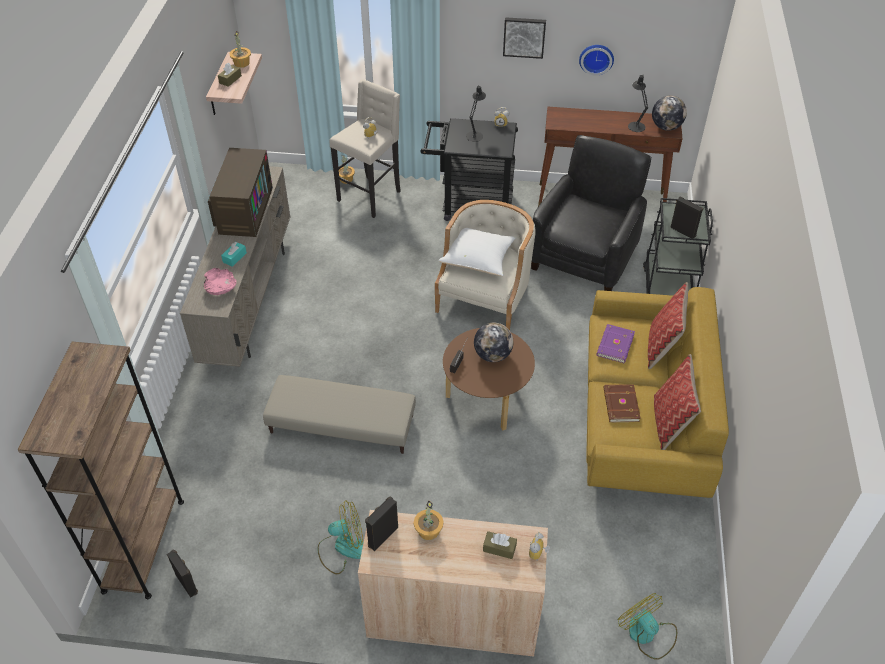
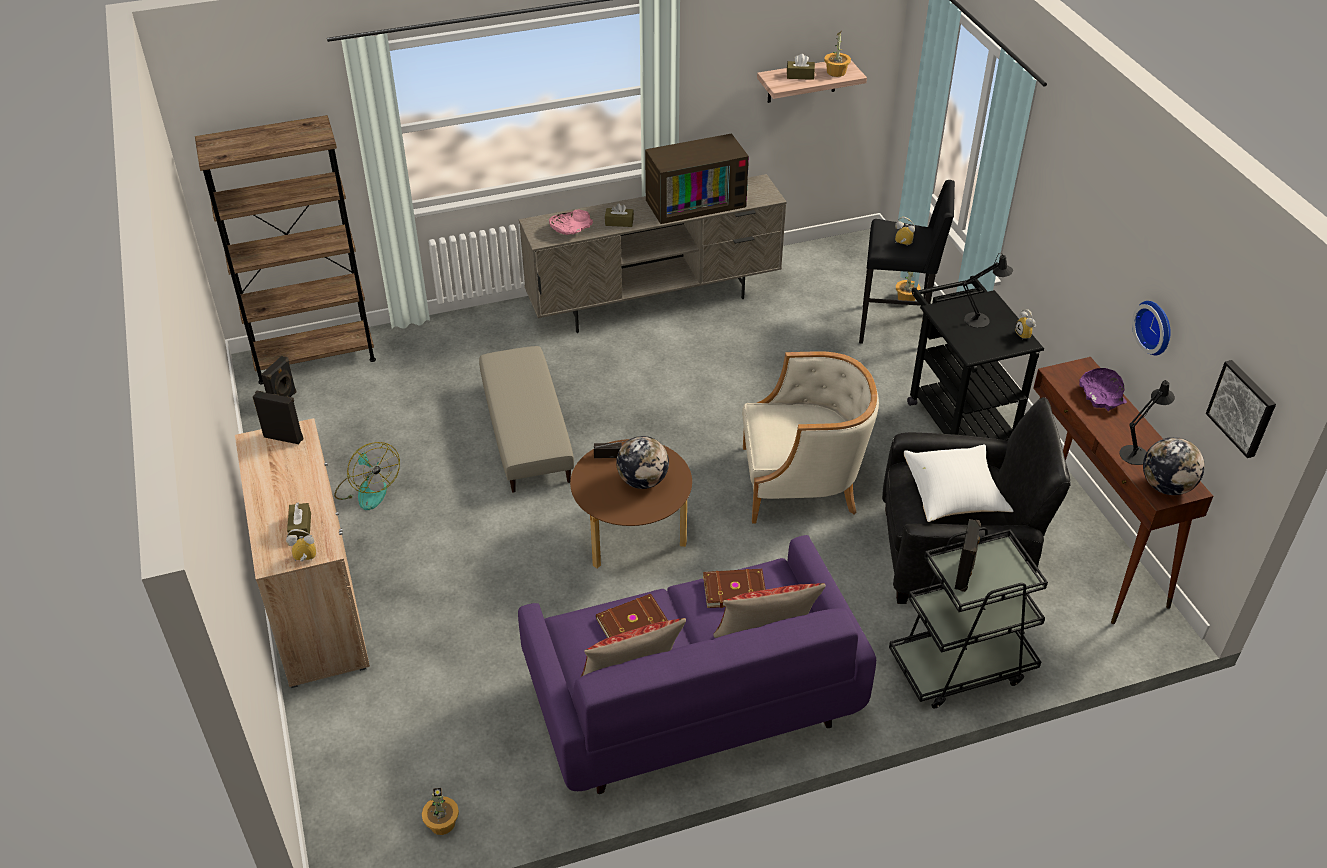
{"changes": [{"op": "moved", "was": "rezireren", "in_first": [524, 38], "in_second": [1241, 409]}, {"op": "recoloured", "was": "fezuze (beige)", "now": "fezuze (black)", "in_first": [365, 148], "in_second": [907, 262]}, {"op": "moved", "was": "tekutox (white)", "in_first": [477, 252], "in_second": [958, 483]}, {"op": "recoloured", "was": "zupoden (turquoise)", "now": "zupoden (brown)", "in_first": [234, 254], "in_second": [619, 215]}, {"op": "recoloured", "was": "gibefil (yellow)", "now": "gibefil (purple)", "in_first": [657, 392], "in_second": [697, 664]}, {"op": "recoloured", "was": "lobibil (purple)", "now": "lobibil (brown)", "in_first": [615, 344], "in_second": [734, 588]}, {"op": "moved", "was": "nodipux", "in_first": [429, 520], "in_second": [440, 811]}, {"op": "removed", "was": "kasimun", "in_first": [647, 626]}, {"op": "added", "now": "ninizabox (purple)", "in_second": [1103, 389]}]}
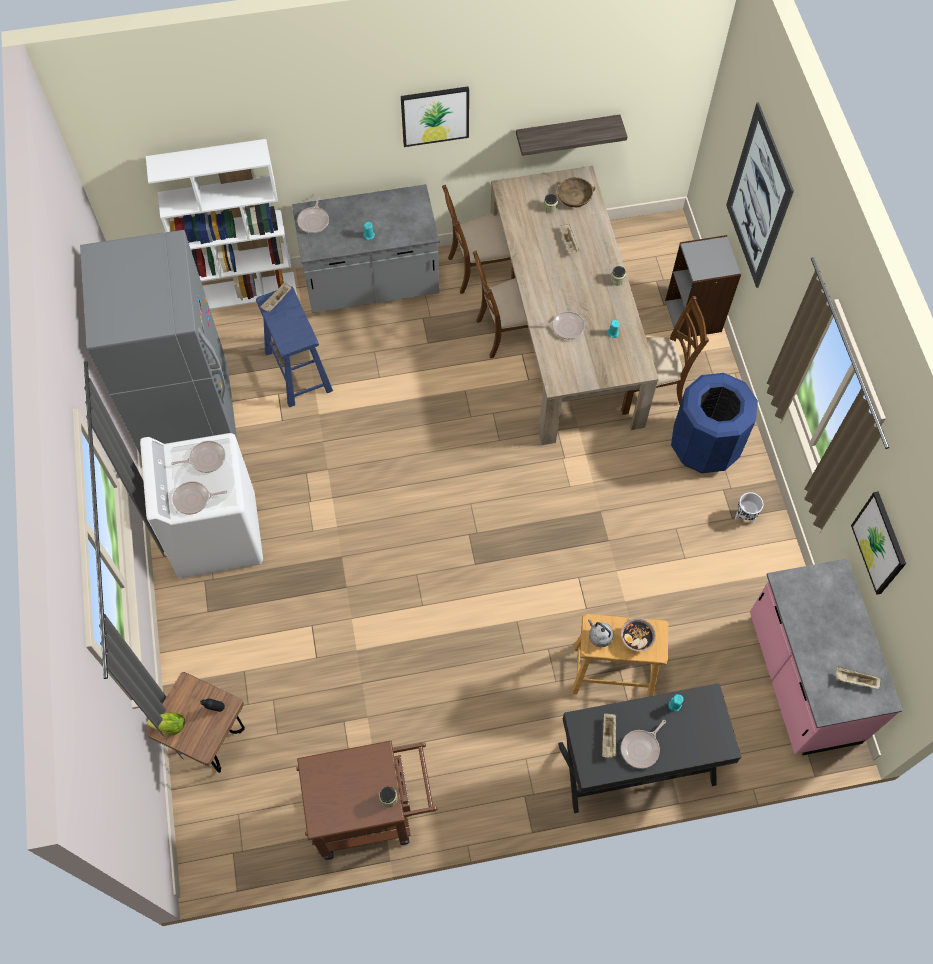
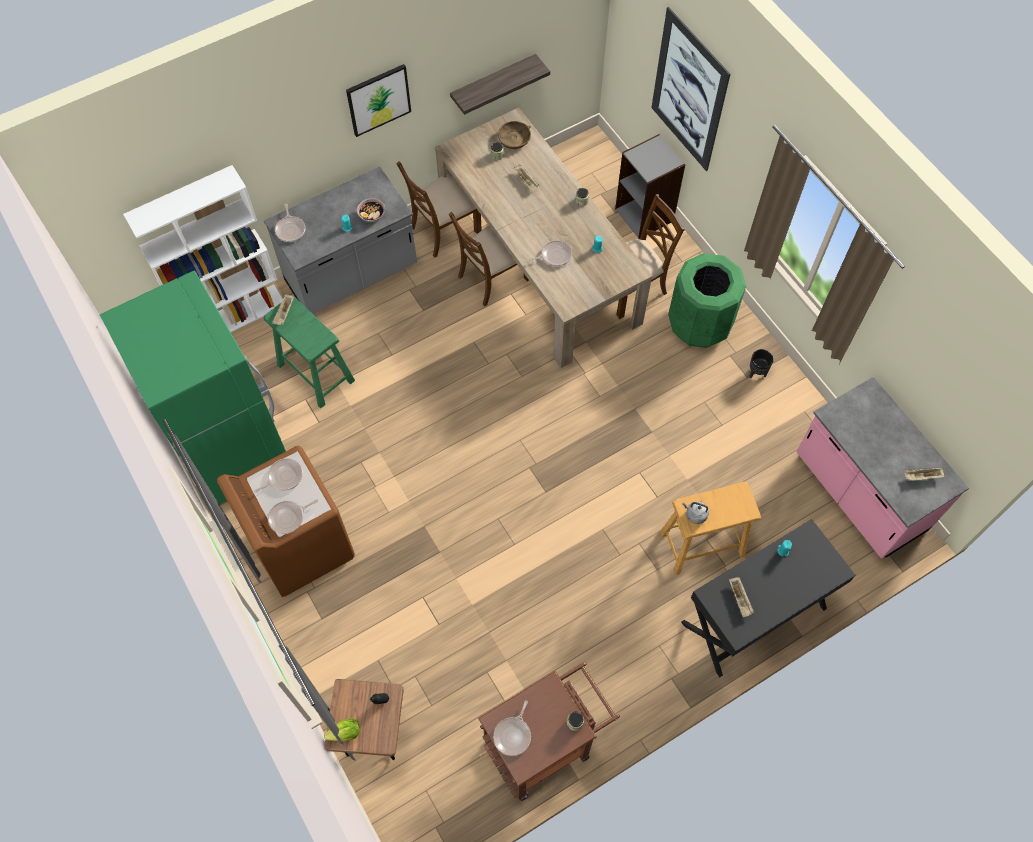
{"changes": [{"op": "recoloured", "was": "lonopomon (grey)", "now": "lonopomon (green)", "in_first": [158, 342], "in_second": [193, 388]}, {"op": "recoloured", "was": "fezuze (blue)", "now": "fezuze (green)", "in_first": [294, 346], "in_second": [309, 352]}, {"op": "recoloured", "was": "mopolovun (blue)", "now": "mopolovun (green)", "in_first": [714, 423], "in_second": [707, 300]}, {"op": "recoloured", "was": "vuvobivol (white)", "now": "vuvobivol (brown)", "in_first": [201, 505], "in_second": [286, 521]}, {"op": "removed", "was": "rezireren", "in_first": [878, 543]}, {"op": "recoloured", "was": "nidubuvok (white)", "now": "nidubuvok (black)", "in_first": [749, 508], "in_second": [761, 363]}, {"op": "moved", "was": "ninizabox", "in_first": [638, 634], "in_second": [371, 210]}, {"op": "moved", "was": "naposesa", "in_first": [643, 744], "in_second": [512, 728]}]}
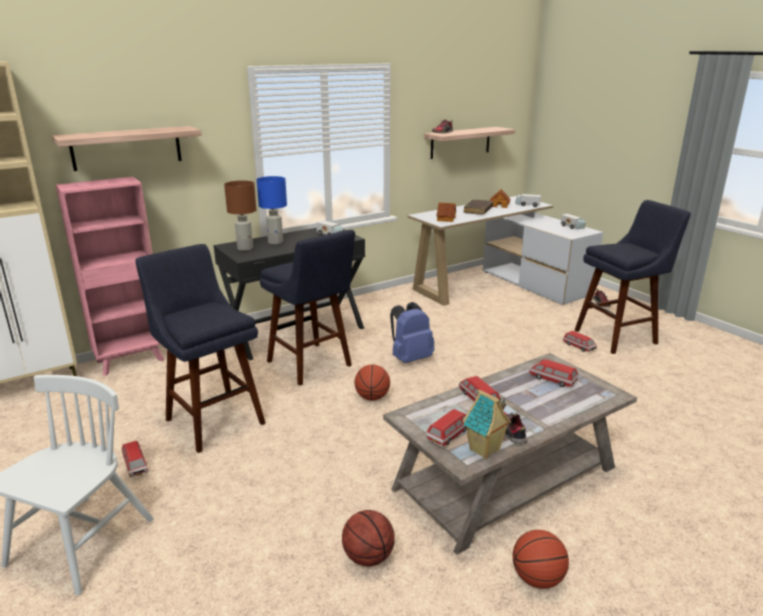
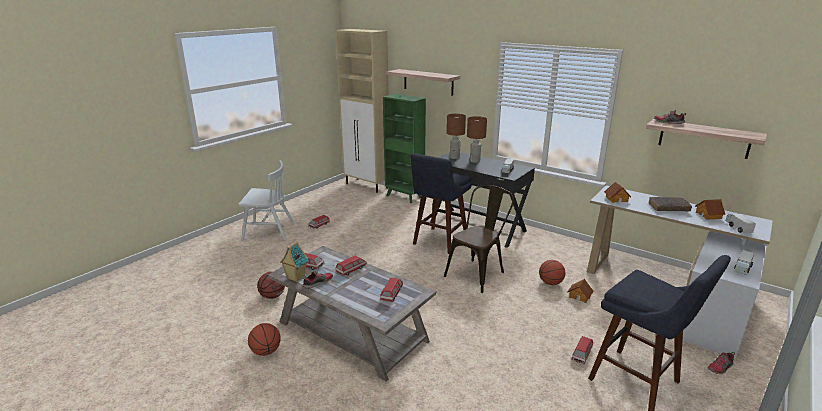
{"changes": [{"op": "recoloured", "was": "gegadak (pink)", "now": "gegadak (green)", "in_first": [110, 276], "in_second": [404, 148]}, {"op": "recoloured", "was": "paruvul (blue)", "now": "paruvul (brown)", "in_first": [272, 210], "in_second": [477, 139]}, {"op": "removed", "was": "fezuze (blue)", "in_first": [200, 348]}, {"op": "replaced", "was": "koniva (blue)", "now": "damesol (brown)", "in_first": [412, 332], "in_second": [479, 239]}, {"op": "moved", "was": "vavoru", "in_first": [372, 382], "in_second": [552, 272]}, {"op": "added", "now": "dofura", "in_second": [580, 291]}]}
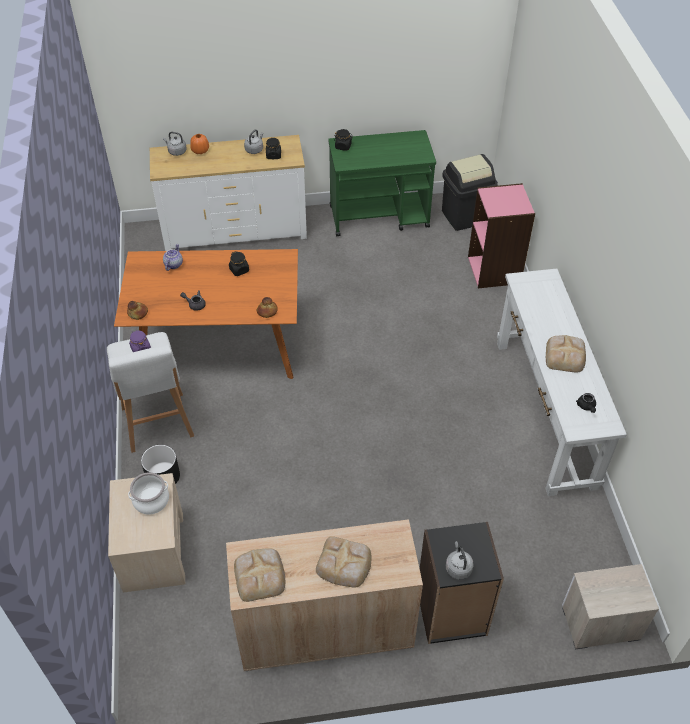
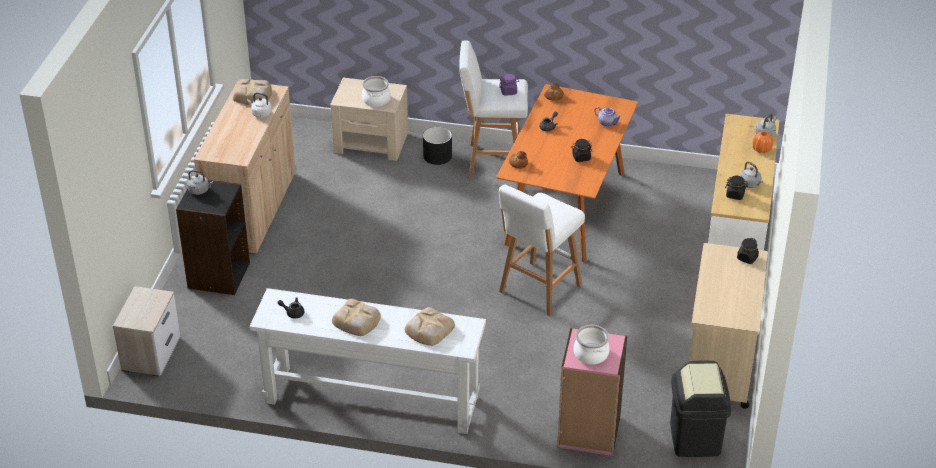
{"changes": [{"op": "recoloured", "was": "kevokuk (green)", "now": "kevokuk (beige)", "in_first": [382, 183], "in_second": [728, 326]}, {"op": "moved", "was": "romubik", "in_first": [343, 561], "in_second": [430, 326]}, {"op": "added", "now": "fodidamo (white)", "in_second": [259, 105]}, {"op": "added", "now": "fezuze (white)", "in_second": [542, 251]}, {"op": "added", "now": "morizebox", "in_second": [592, 345]}]}
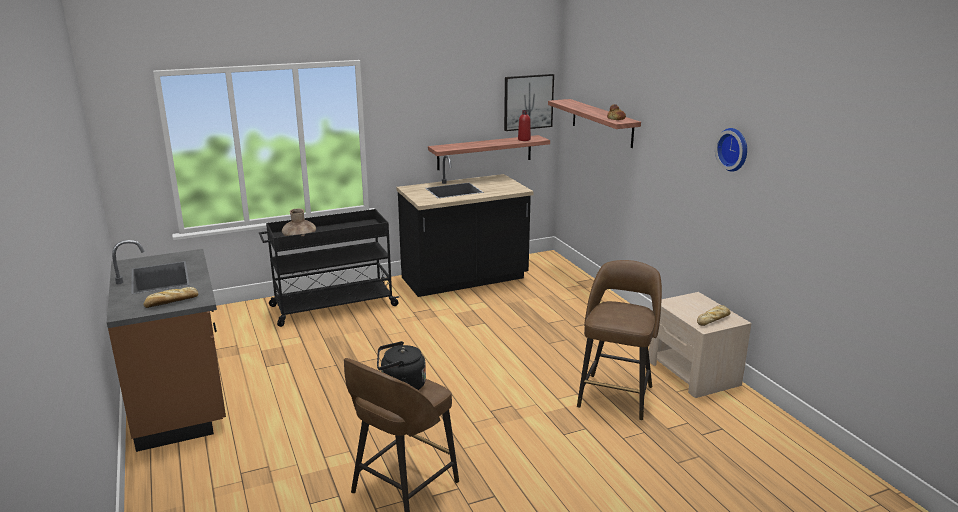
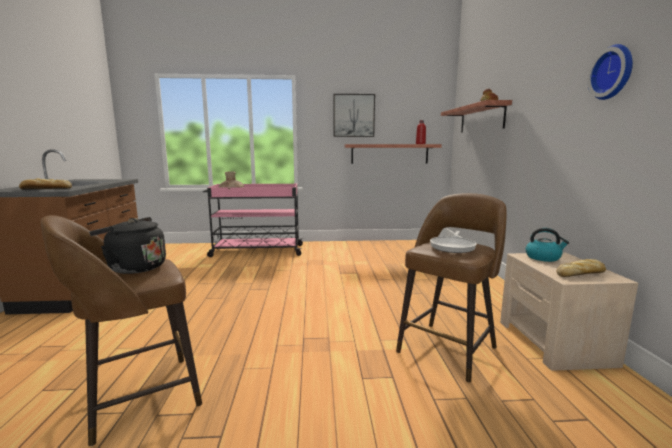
{"changes": [{"op": "moved", "was": "rezireren", "in_first": [529, 102], "in_second": [354, 115]}, {"op": "removed", "was": "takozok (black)", "in_first": [465, 226]}, {"op": "recoloured", "was": "kevokuk (black)", "now": "kevokuk (pink)", "in_first": [329, 268], "in_second": [253, 220]}, {"op": "added", "now": "fodidamo", "in_second": [547, 245]}, {"op": "added", "now": "naposesa", "in_second": [453, 242]}]}
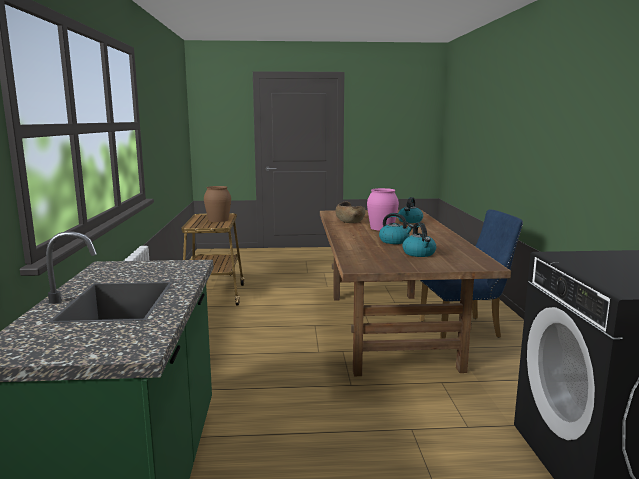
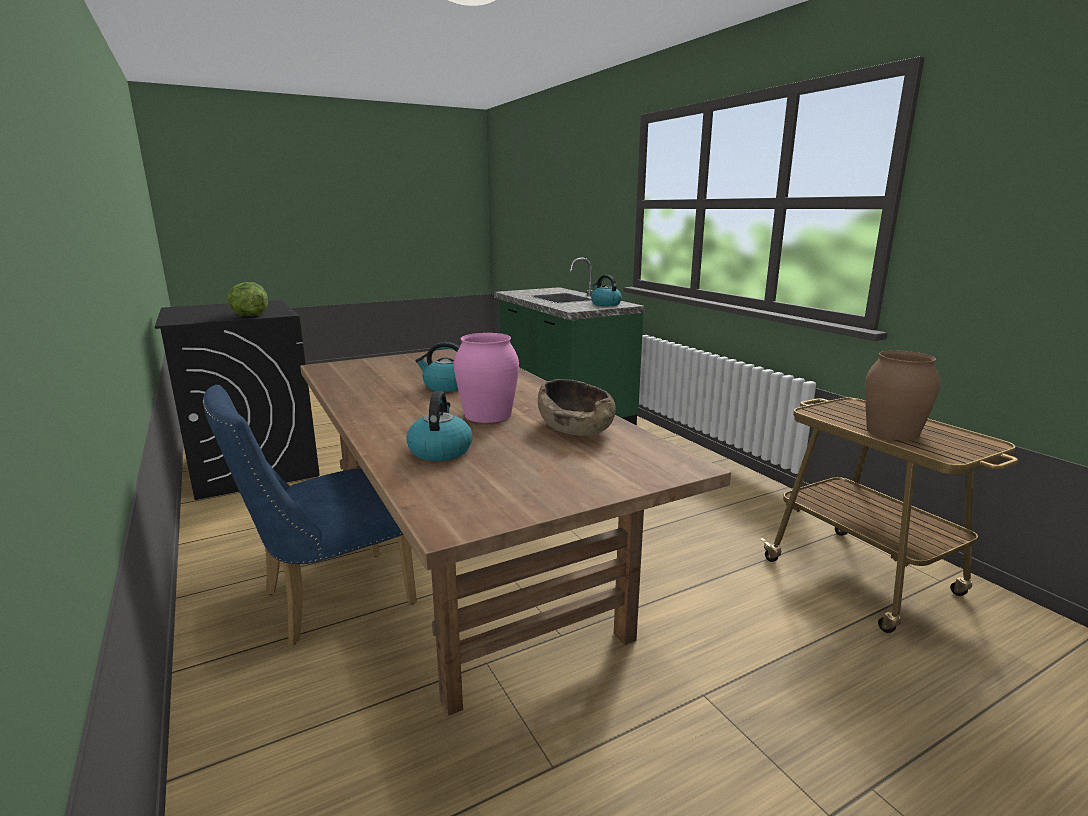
{"changes": [{"op": "moved", "was": "fodidamo", "in_first": [419, 239], "in_second": [606, 290]}, {"op": "added", "now": "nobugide", "in_second": [248, 299]}]}
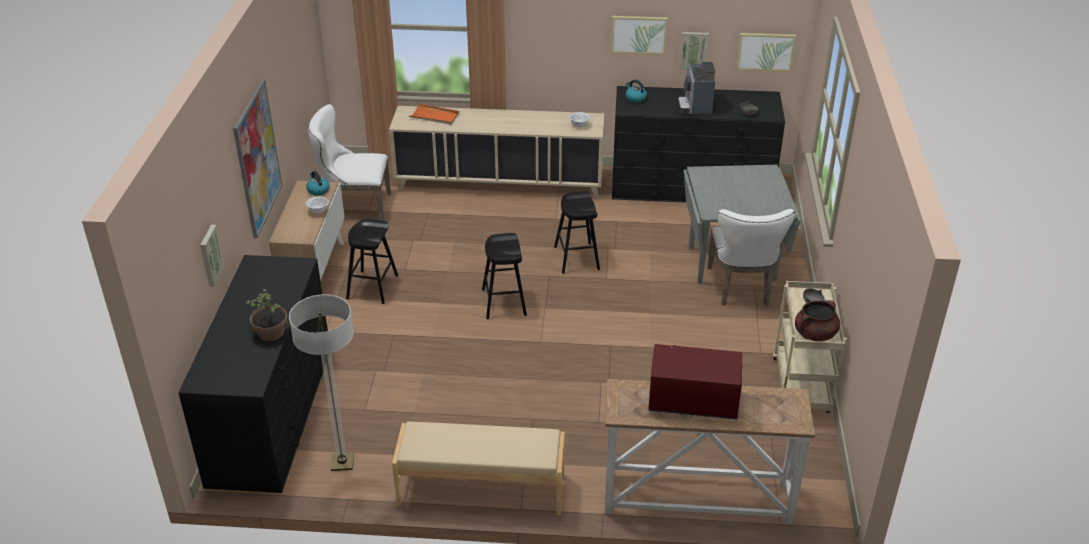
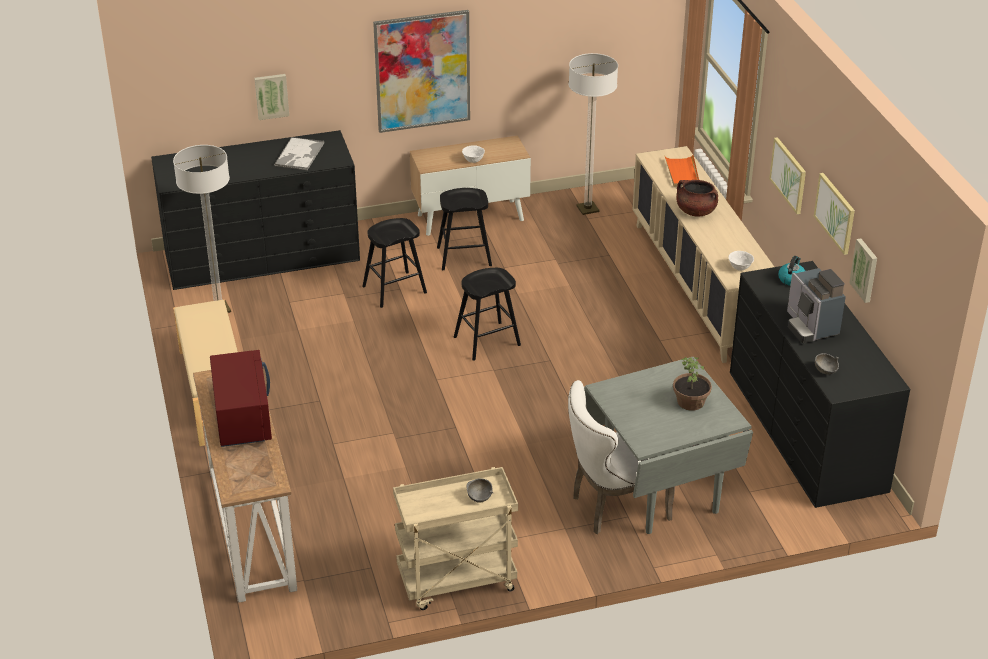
{"changes": [{"op": "moved", "was": "rezireren", "in_first": [766, 52], "in_second": [787, 175]}, {"op": "turned", "was": "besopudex", "in_first": [696, 88], "in_second": [816, 305], "clockwise": -90}, {"op": "replaced", "was": "damesol (white)", "now": "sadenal", "in_first": [349, 162], "in_second": [593, 134]}, {"op": "removed", "was": "fodidamo", "in_first": [317, 183]}, {"op": "moved", "was": "fezuze (black)", "in_first": [577, 232], "in_second": [394, 263]}, {"op": "moved", "was": "nodipux", "in_first": [267, 315], "in_second": [692, 384]}, {"op": "moved", "was": "morizebox (brown)", "in_first": [817, 320], "in_second": [697, 198]}, {"op": "added", "now": "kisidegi", "in_second": [299, 153]}]}
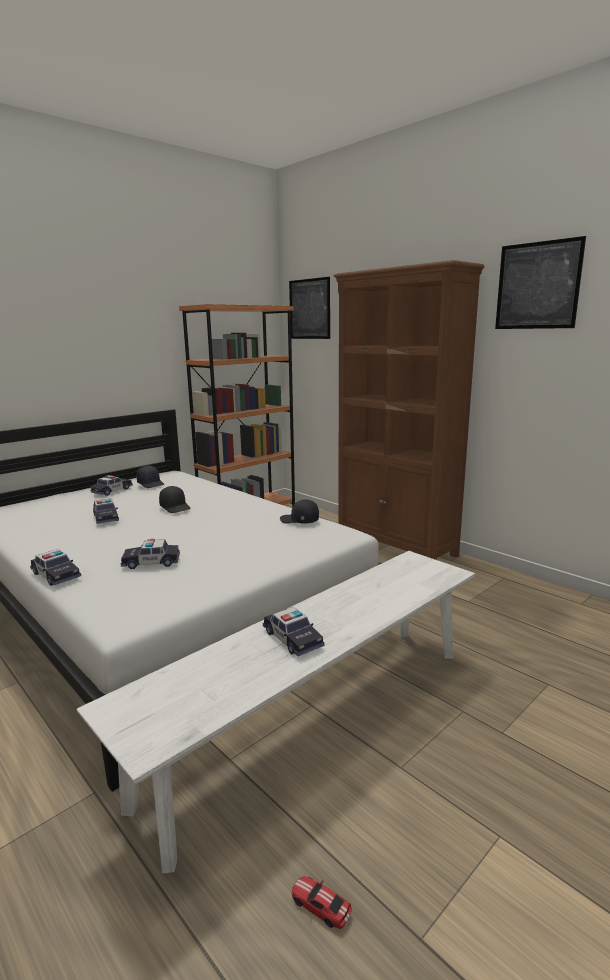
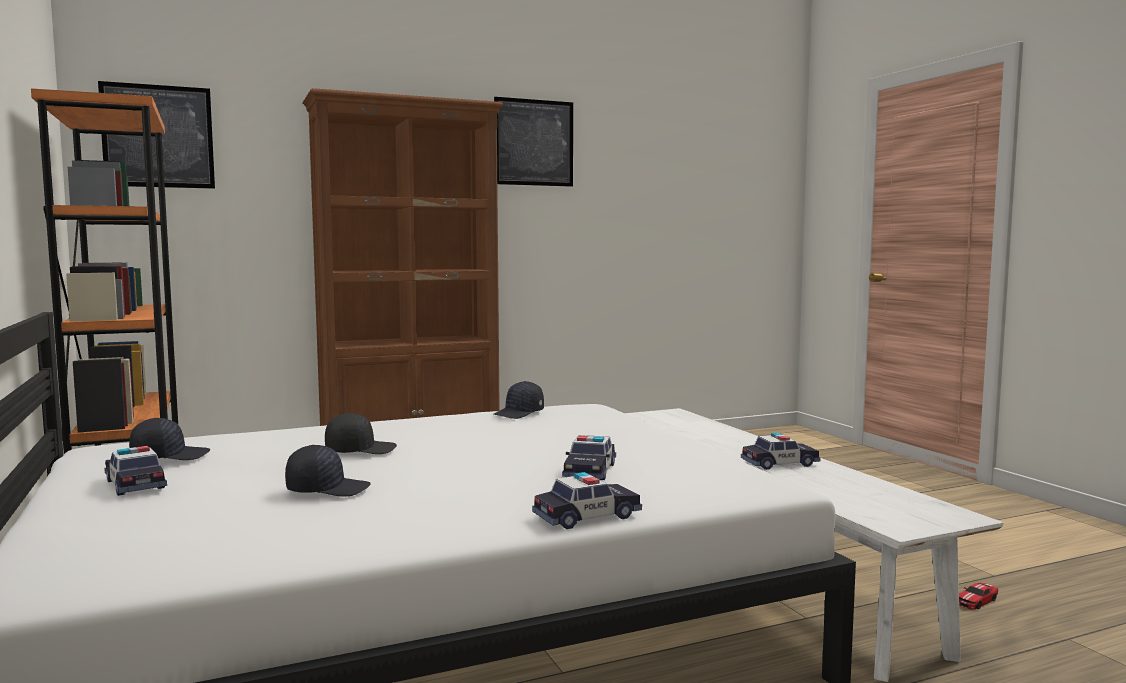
{"changes": [{"op": "replaced", "was": "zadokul", "now": "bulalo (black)", "in_first": [106, 511], "in_second": [328, 470]}]}
